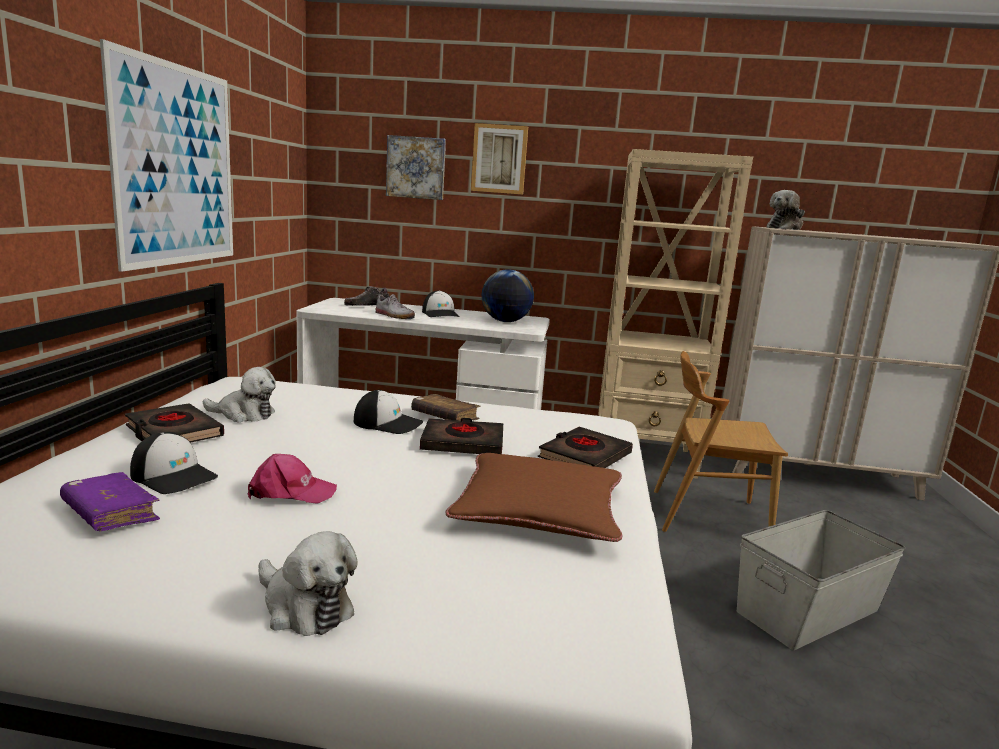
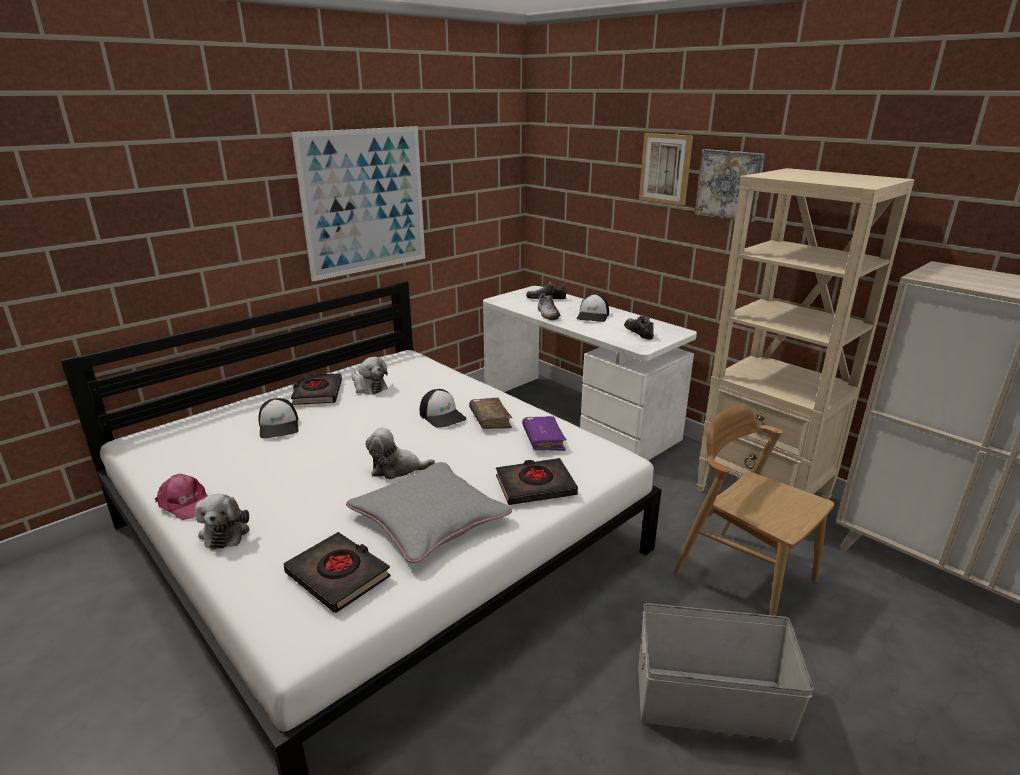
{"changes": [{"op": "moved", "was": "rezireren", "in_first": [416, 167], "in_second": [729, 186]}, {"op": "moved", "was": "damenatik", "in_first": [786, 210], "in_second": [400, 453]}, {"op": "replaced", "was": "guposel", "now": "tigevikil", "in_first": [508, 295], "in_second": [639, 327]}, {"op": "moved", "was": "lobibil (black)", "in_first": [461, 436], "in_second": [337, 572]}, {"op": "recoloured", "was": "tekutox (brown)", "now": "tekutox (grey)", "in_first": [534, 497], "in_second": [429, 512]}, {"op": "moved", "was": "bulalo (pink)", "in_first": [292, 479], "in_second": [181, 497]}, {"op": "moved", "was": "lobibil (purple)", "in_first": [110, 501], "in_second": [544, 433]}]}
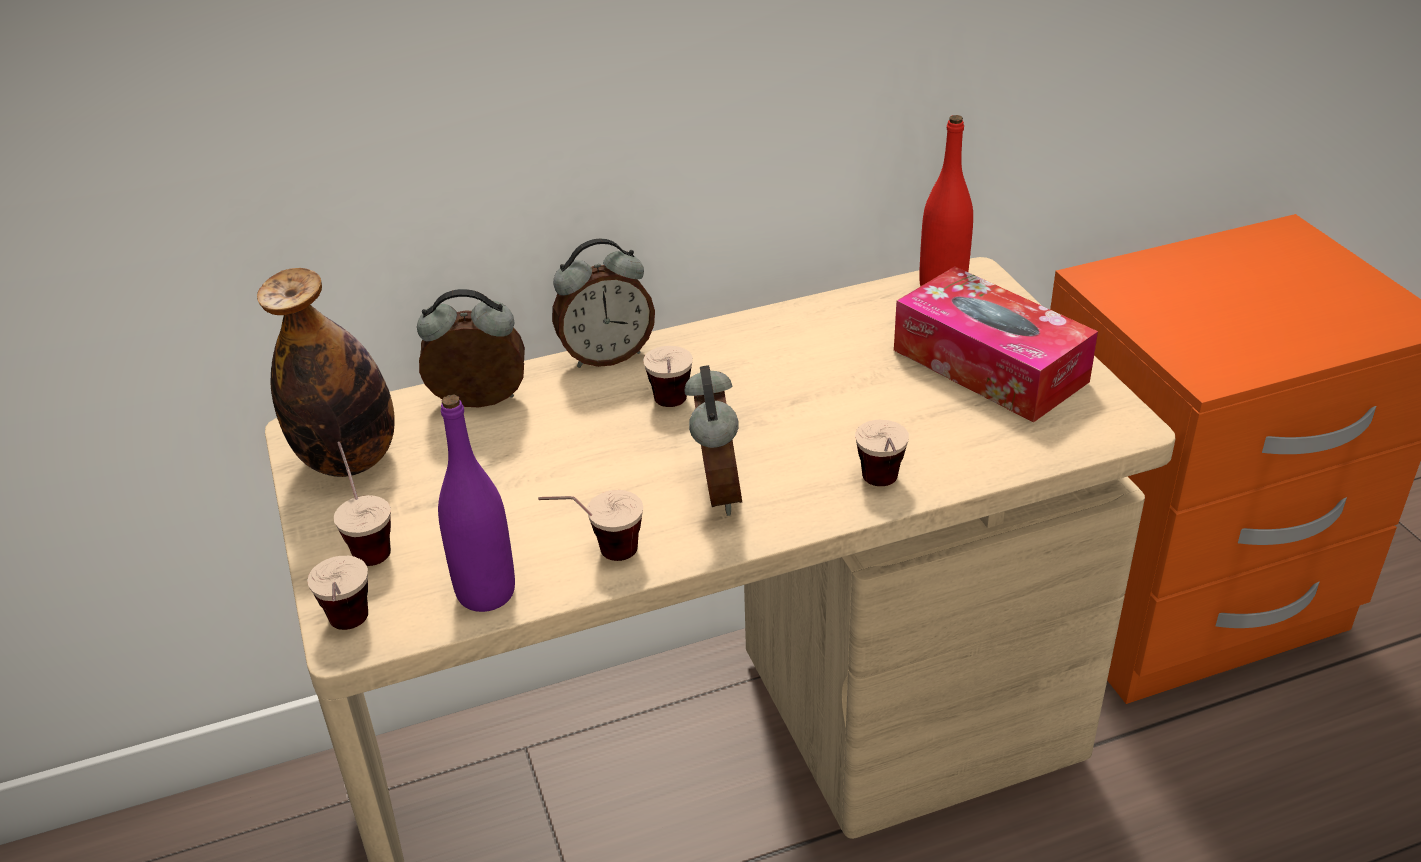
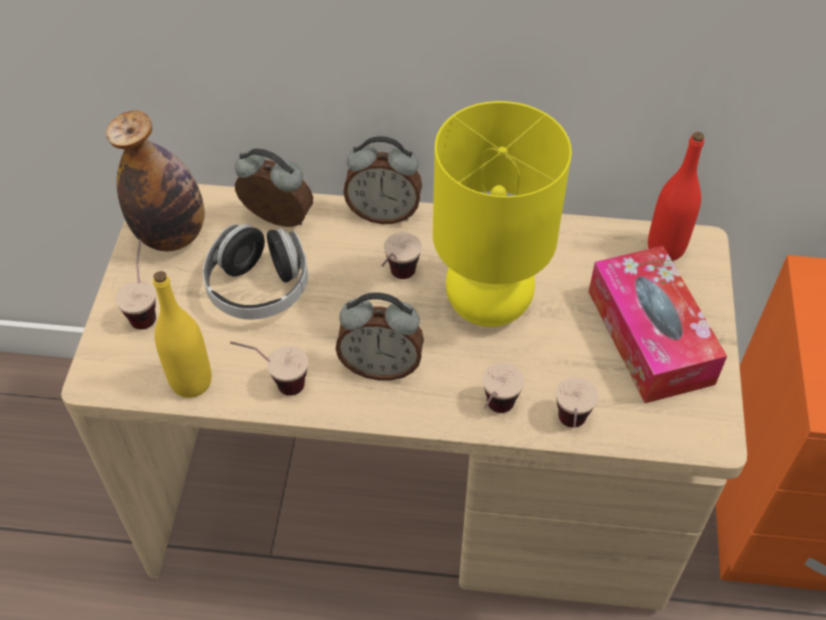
{"changes": [{"op": "turned", "was": "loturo", "in_first": [713, 440], "in_second": [380, 337], "clockwise": 75}, {"op": "recoloured", "was": "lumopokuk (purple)", "now": "lumopokuk (yellow)", "in_first": [476, 503], "in_second": [182, 334]}, {"op": "moved", "was": "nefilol", "in_first": [337, 593], "in_second": [577, 402]}, {"op": "added", "now": "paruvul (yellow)", "in_second": [502, 214]}, {"op": "added", "now": "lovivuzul", "in_second": [255, 272]}]}
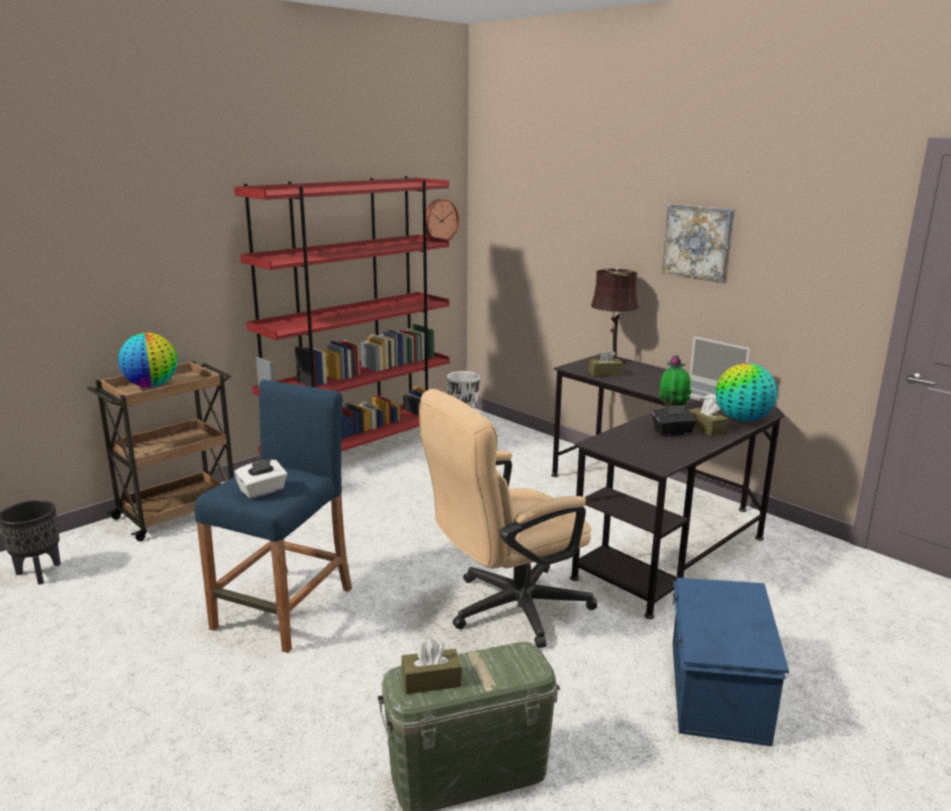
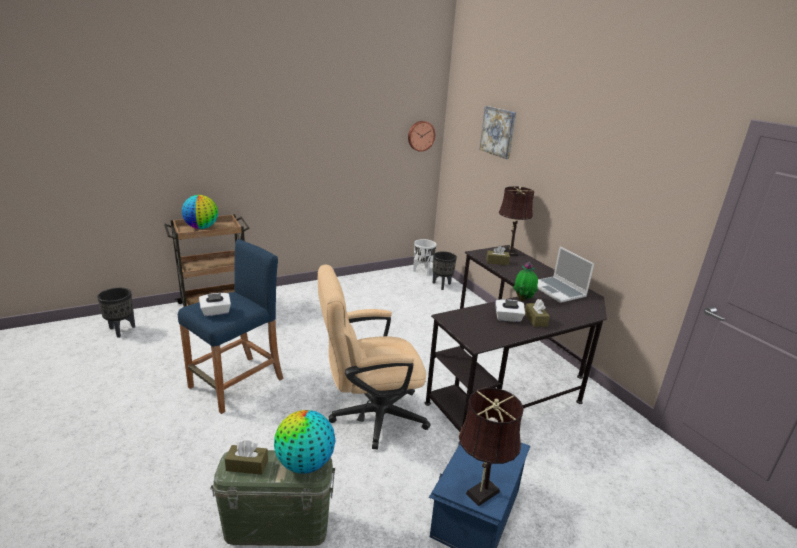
{"changes": [{"op": "removed", "was": "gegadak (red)", "in_first": [341, 315]}, {"op": "moved", "was": "rezireren", "in_first": [698, 243], "in_second": [497, 132]}, {"op": "moved", "was": "guposel", "in_first": [746, 392], "in_second": [305, 442]}, {"op": "recoloured", "was": "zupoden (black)", "now": "zupoden (white)", "in_first": [674, 420], "in_second": [510, 310]}, {"op": "added", "now": "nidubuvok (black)", "in_second": [445, 270]}, {"op": "added", "now": "paruvul (brown)", "in_second": [491, 447]}]}
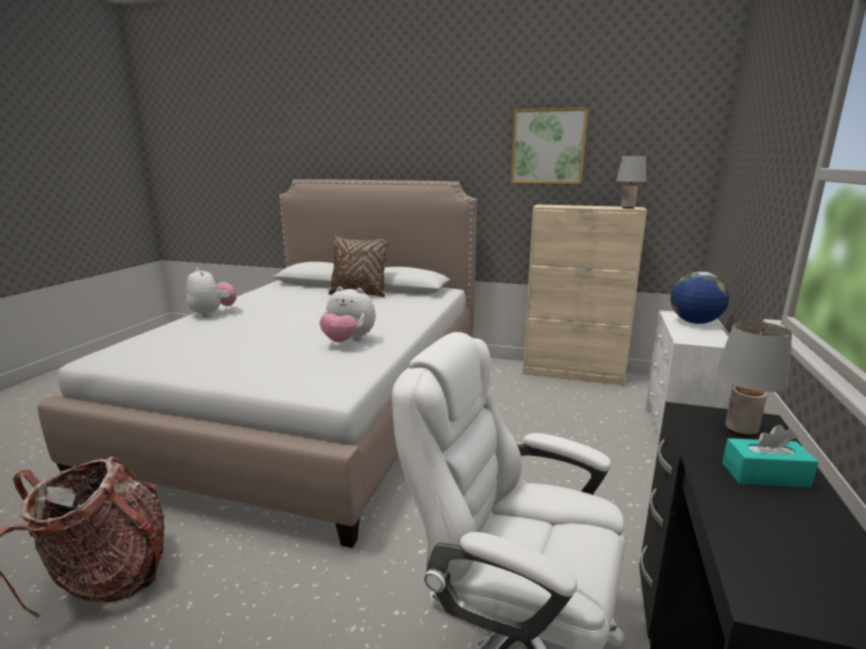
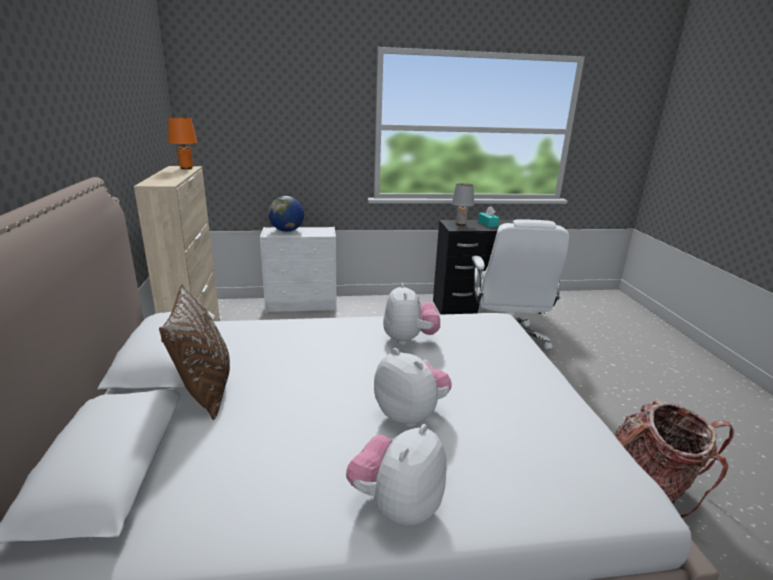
{"changes": [{"op": "removed", "was": "rezireren", "in_first": [549, 145]}, {"op": "recoloured", "was": "paruvul (grey)", "now": "paruvul (orange)", "in_first": [631, 182], "in_second": [182, 143]}, {"op": "added", "now": "damenatik", "in_second": [413, 387]}]}
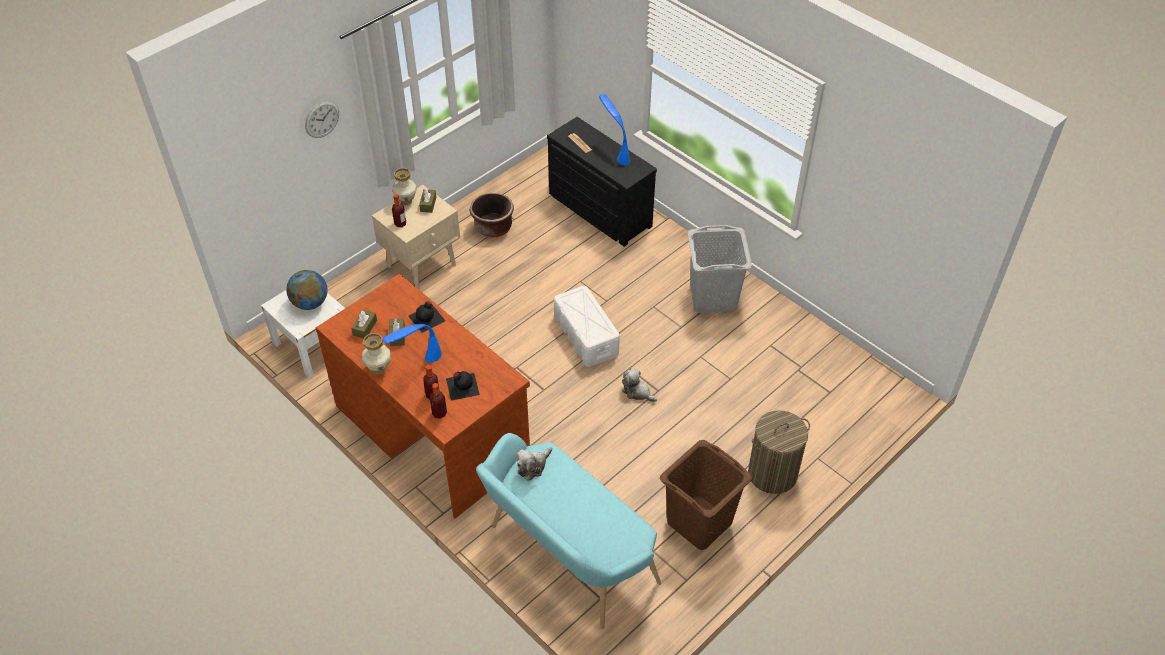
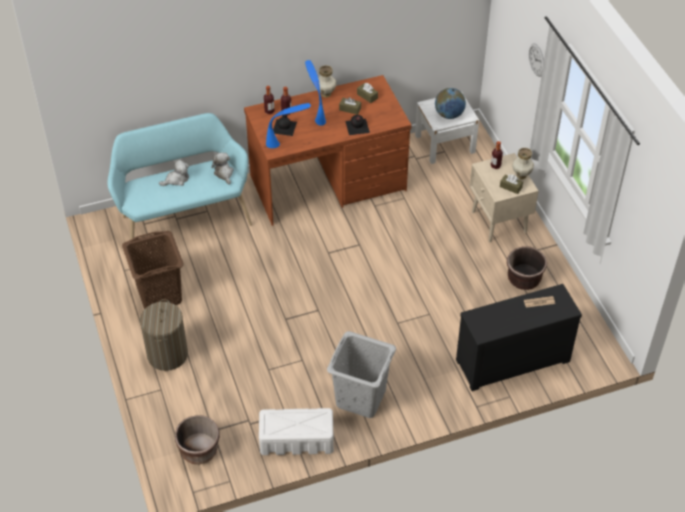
{"changes": [{"op": "moved", "was": "paruvul (blue)", "in_first": [614, 130], "in_second": [288, 125]}, {"op": "moved", "was": "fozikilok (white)", "in_first": [587, 326], "in_second": [296, 431]}, {"op": "moved", "was": "damenatik", "in_first": [639, 385], "in_second": [174, 172]}, {"op": "added", "now": "nidubuvok (brown)", "in_second": [197, 439]}]}
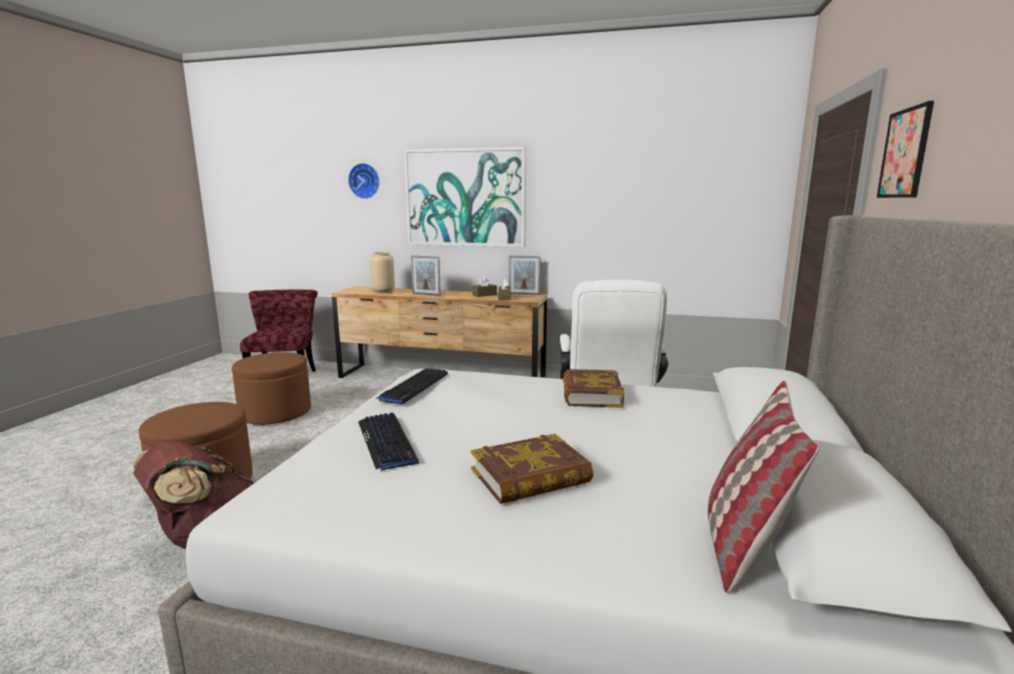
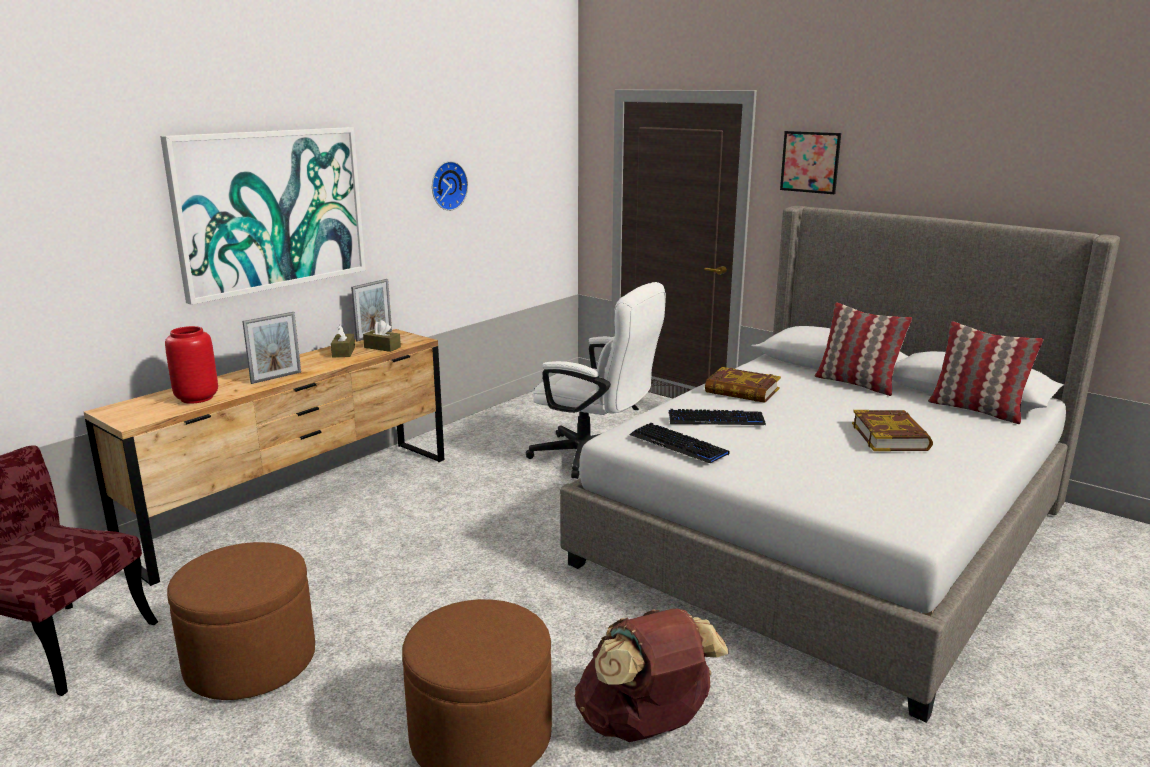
{"changes": [{"op": "moved", "was": "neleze", "in_first": [363, 181], "in_second": [450, 186]}, {"op": "recoloured", "was": "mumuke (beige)", "now": "mumuke (red)", "in_first": [382, 272], "in_second": [191, 365]}, {"op": "moved", "was": "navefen", "in_first": [388, 441], "in_second": [717, 417]}, {"op": "added", "now": "tekutox", "in_second": [863, 349]}]}
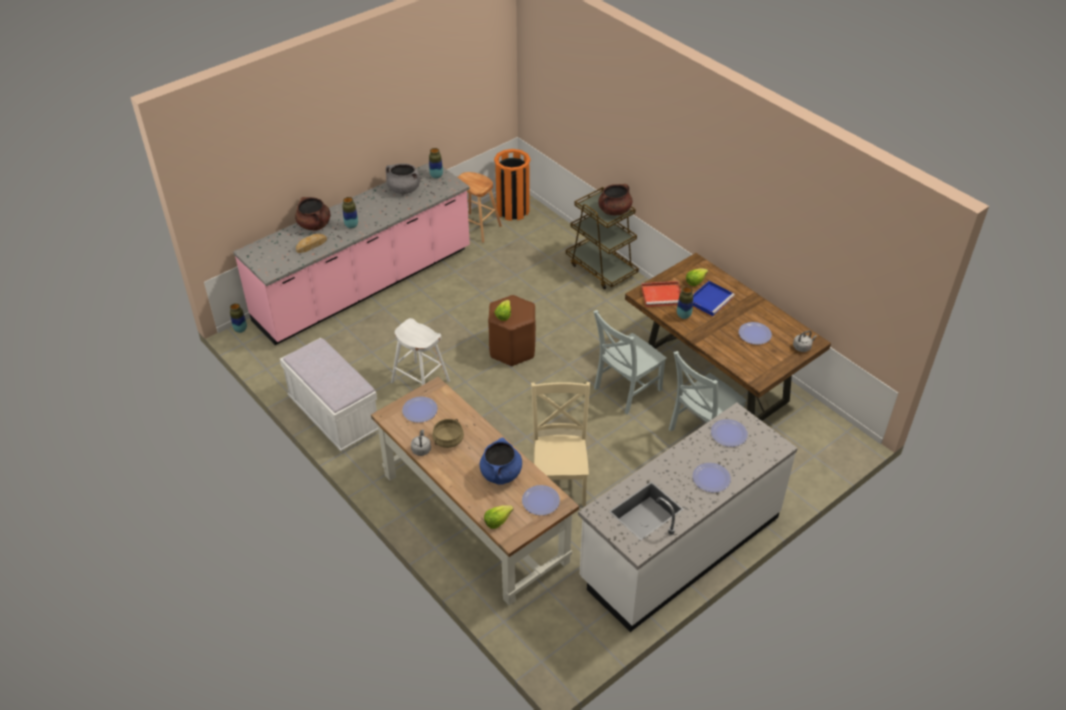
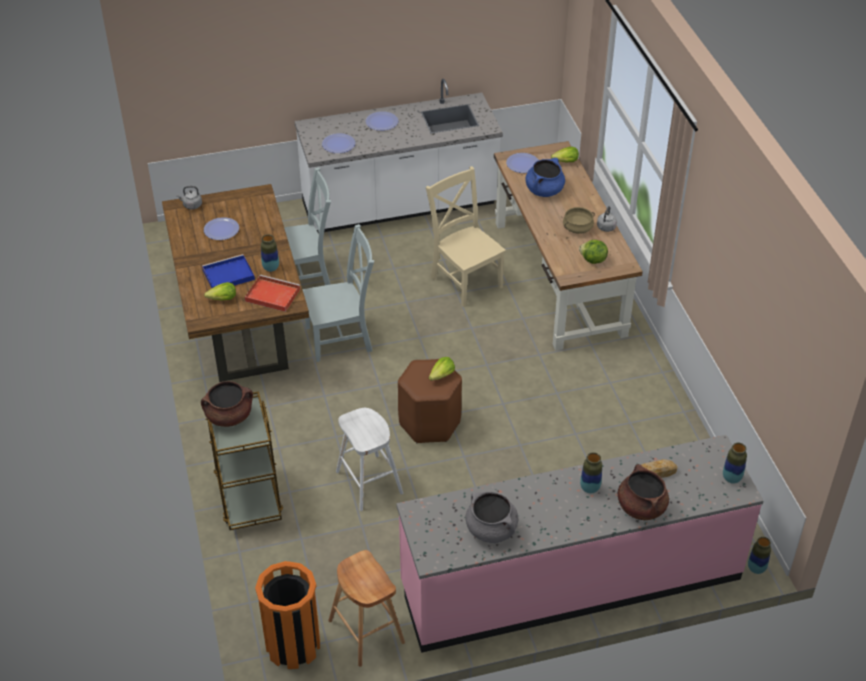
{"changes": [{"op": "moved", "was": "mumuke", "in_first": [436, 163], "in_second": [735, 463]}, {"op": "moved", "was": "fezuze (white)", "in_first": [420, 351], "in_second": [369, 459]}, {"op": "removed", "was": "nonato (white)", "in_first": [329, 394]}, {"op": "turned", "was": "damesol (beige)", "in_first": [560, 444], "in_second": [466, 236], "clockwise": 120}, {"op": "replaced", "was": "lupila", "now": "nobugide", "in_first": [420, 410], "in_second": [593, 252]}]}
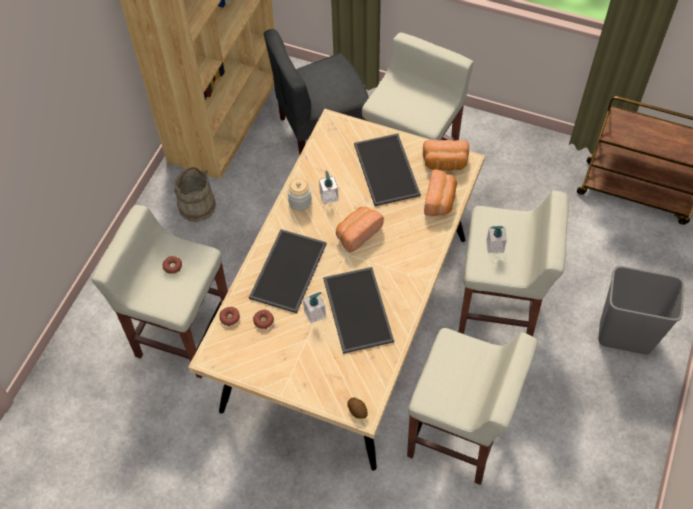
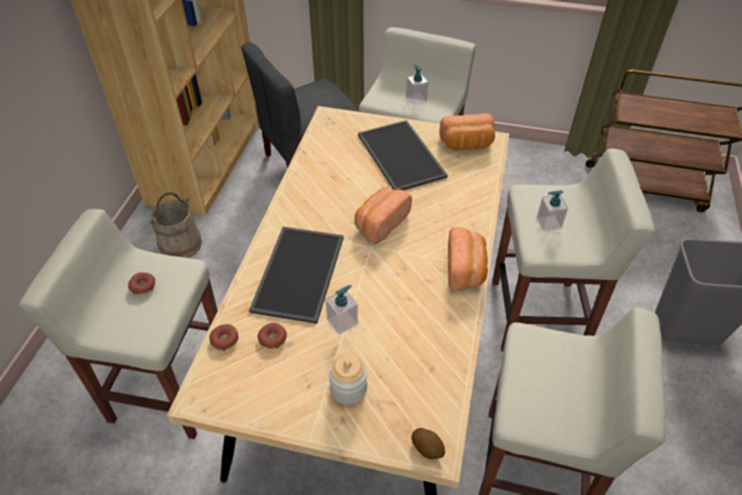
{"changes": [{"op": "moved", "was": "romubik", "in_first": [440, 192], "in_second": [468, 258]}, {"op": "moved", "was": "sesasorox", "in_first": [329, 187], "in_second": [417, 84]}, {"op": "moved", "was": "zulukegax", "in_first": [299, 194], "in_second": [347, 379]}, {"op": "removed", "was": "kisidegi", "in_first": [358, 310]}]}
